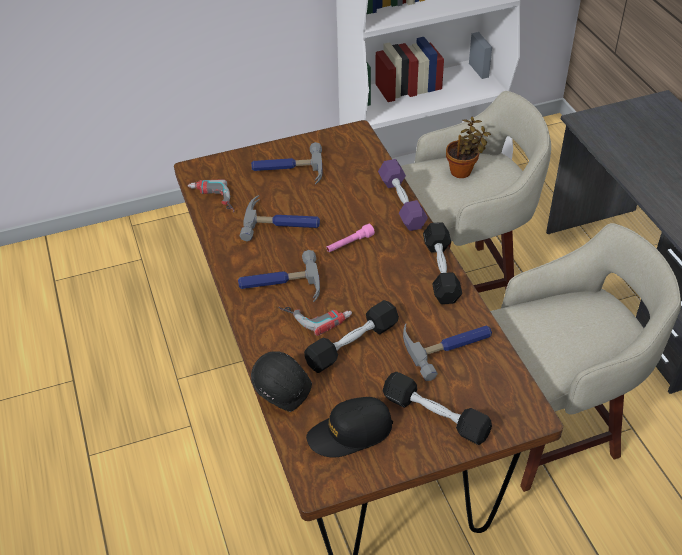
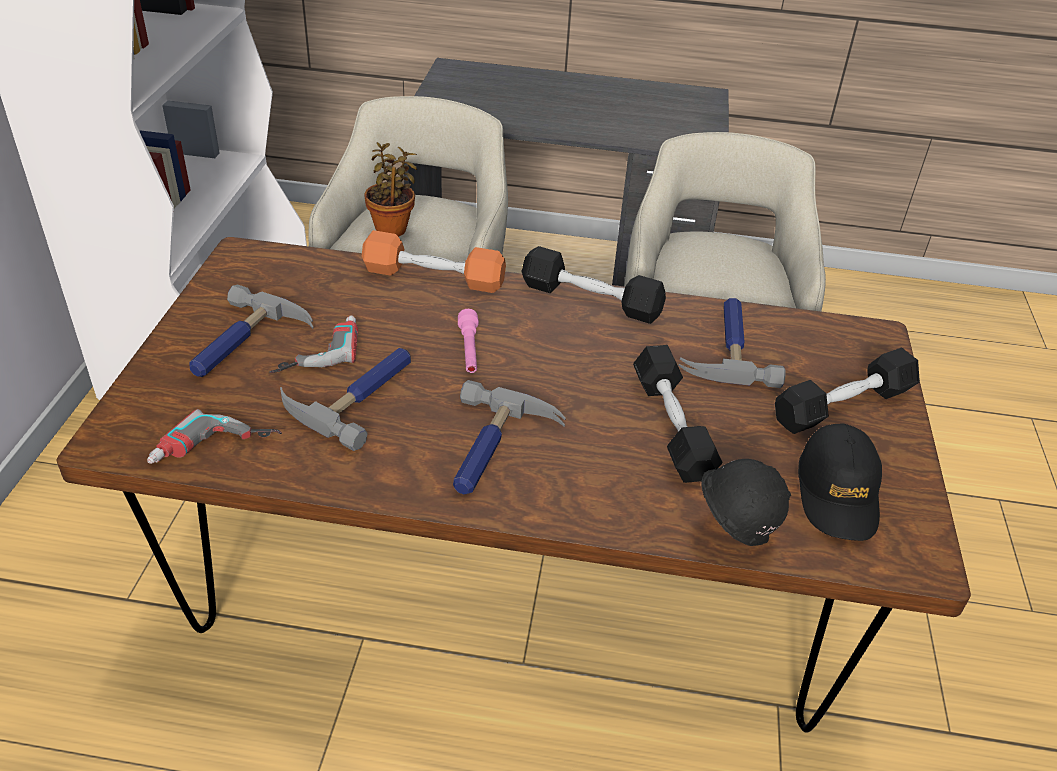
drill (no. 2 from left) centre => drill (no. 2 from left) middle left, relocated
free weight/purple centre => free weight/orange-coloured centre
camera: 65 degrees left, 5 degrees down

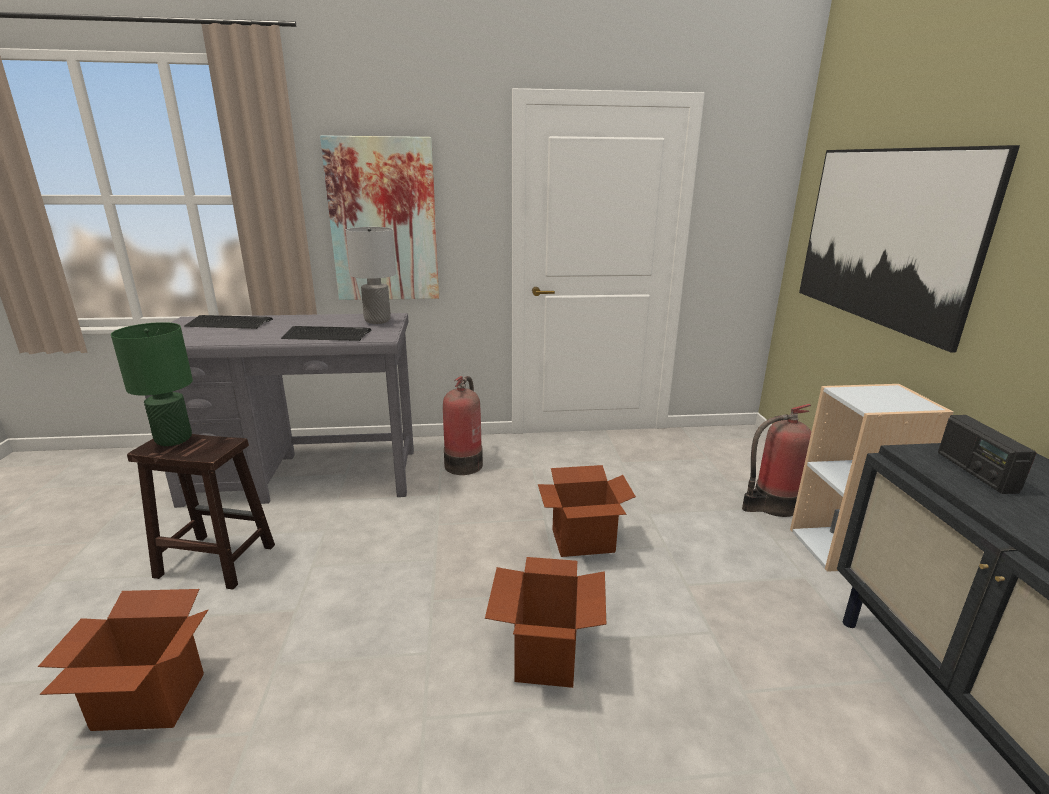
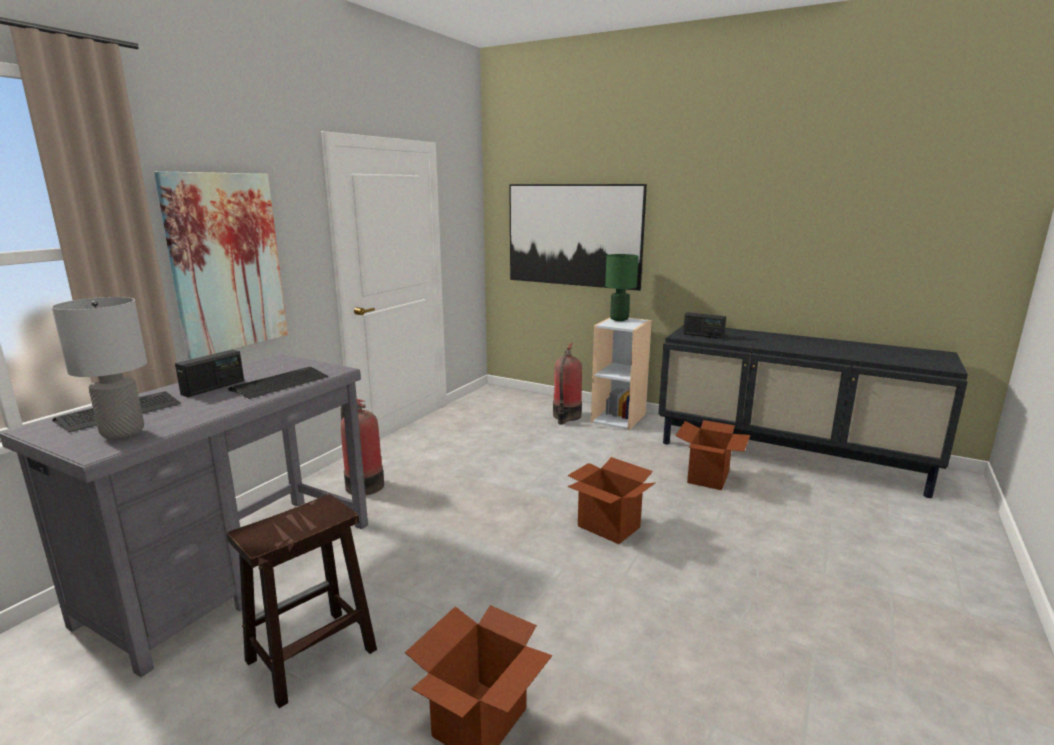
table lamp/greenish middle left => table lamp/greenish centre, relocated
table lamp/greyish centre => table lamp/greyish middle left, relocated
cardboard box (no. 3 from left) centre => cardboard box (no. 3 from left) middle right, relocated
nothing => radio set (no. 1 from left) middle left
camera: 55 degrees left, 5 degrees down

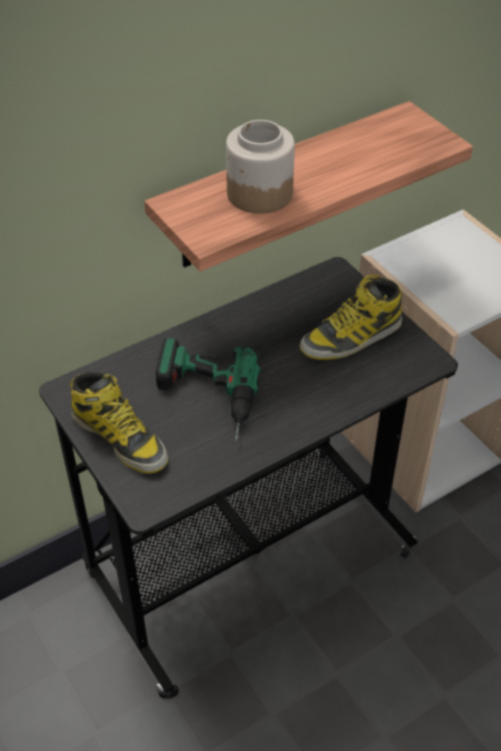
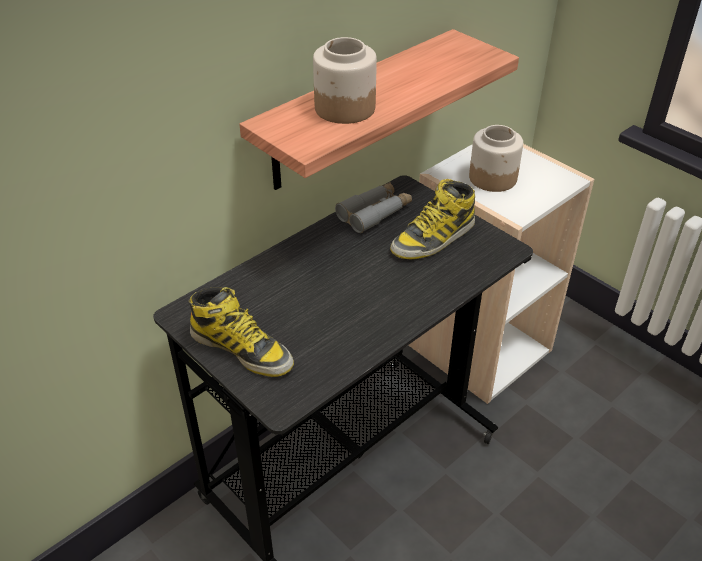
drill centre => nothing
nothing => binoculars/greyish centre
nothing => jar (no. 2 from left) top right
camera: 10 degrees left, 5 degrees down

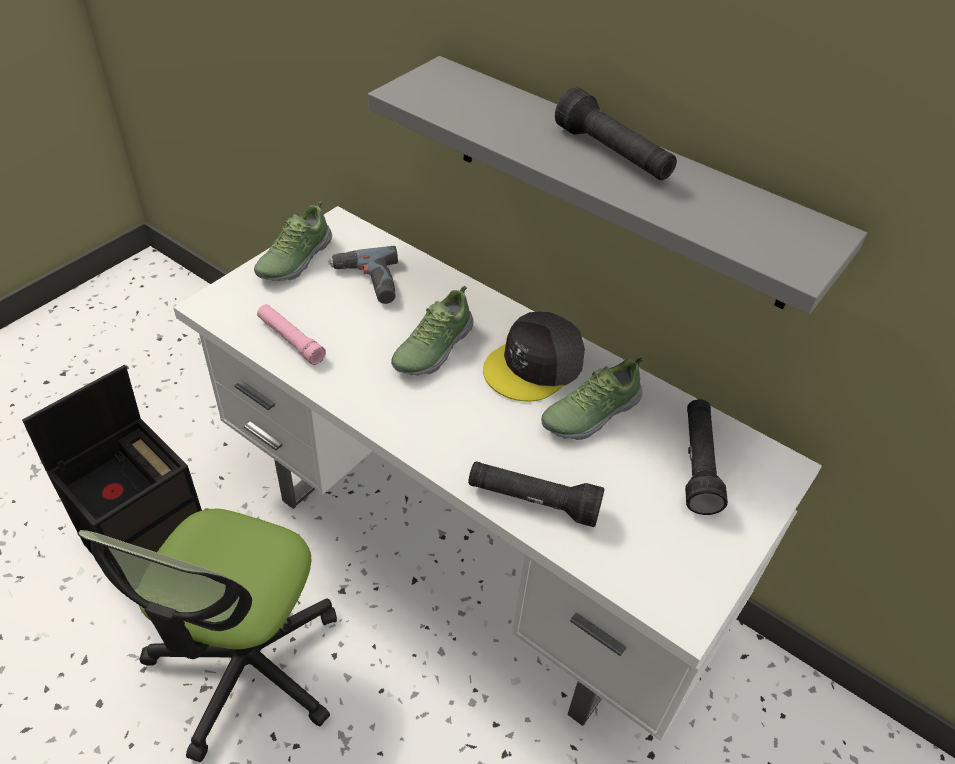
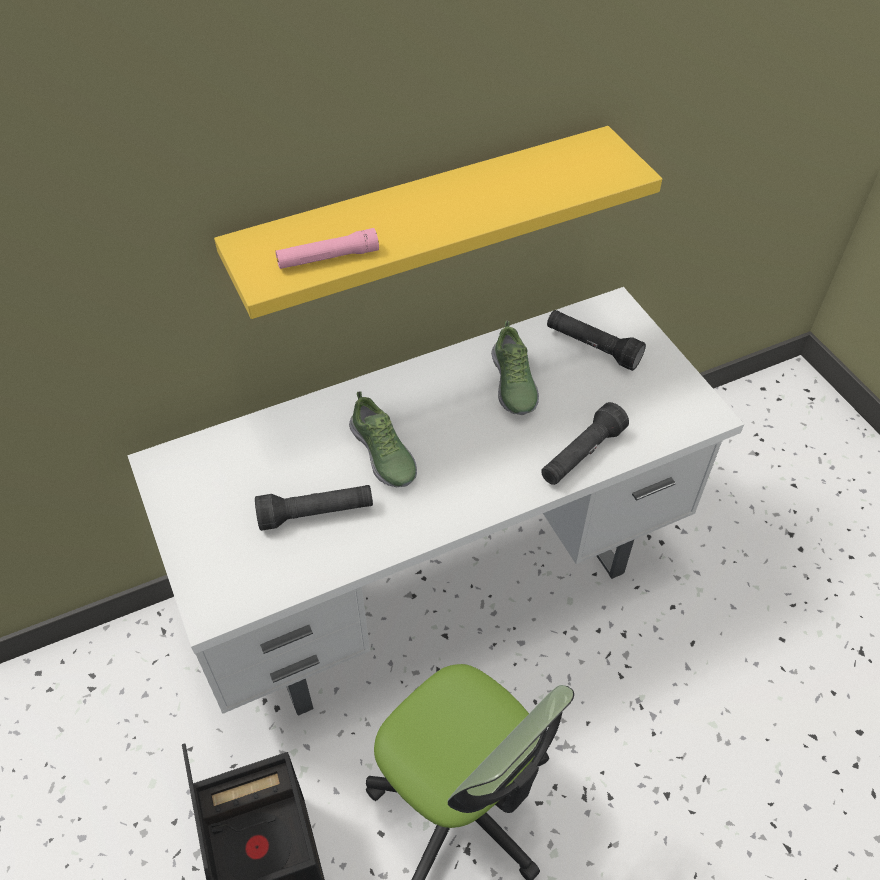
shoe (no. 1 from left) top left => nothing
flashlight/pinkish middle left => flashlight/pinkish top centre, relocated
drill centre => nothing
shelf/greyish top centre => shelf/yellowish top centre
baseball cap/greyish centre => nothing
flashlight/black (no. 2 from left in the first image) top centre => flashlight/black (no. 1 from left) centre, relocated
camera: 60 degrees left, 5 degrees up

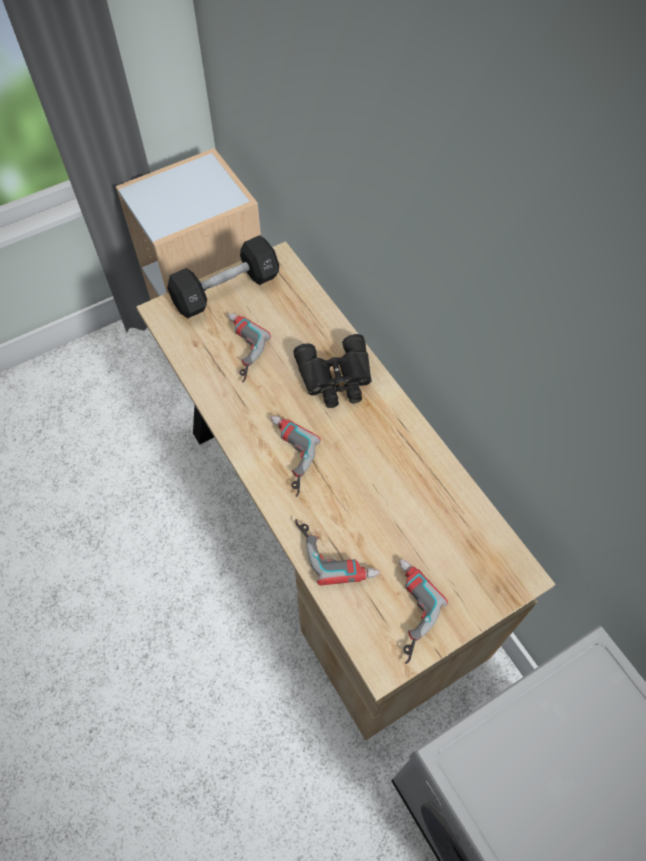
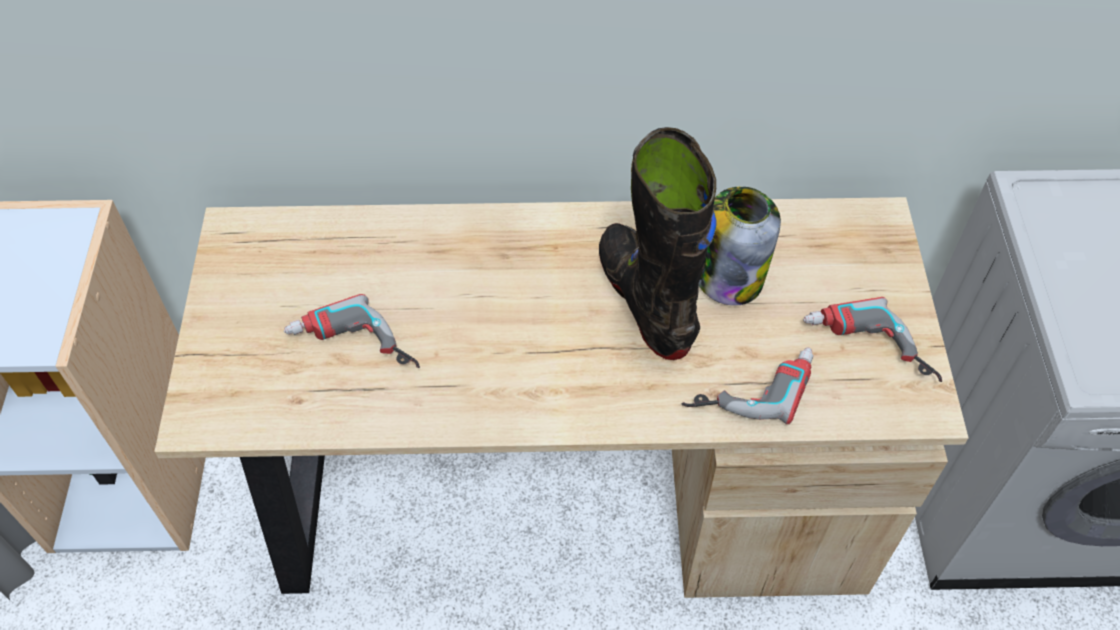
free weight/black top centre => nothing
drill (no. 2 from left) centre => nothing
binoculars/black centre => nothing
nothing => high-top boot/black centre
nothing => jar centre
camera: 60 degrees left, 5 degrees down

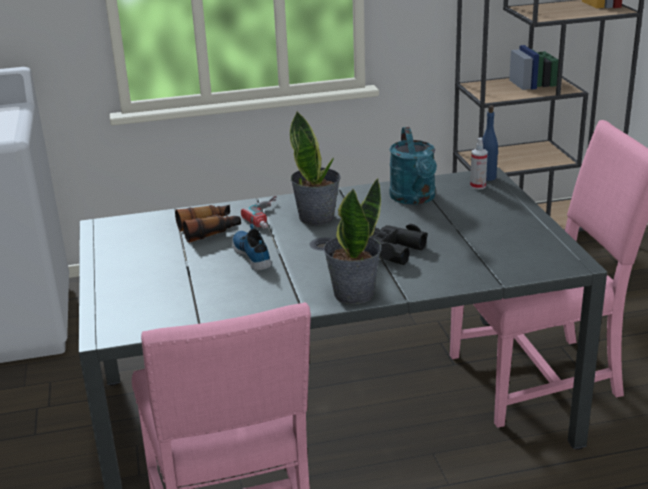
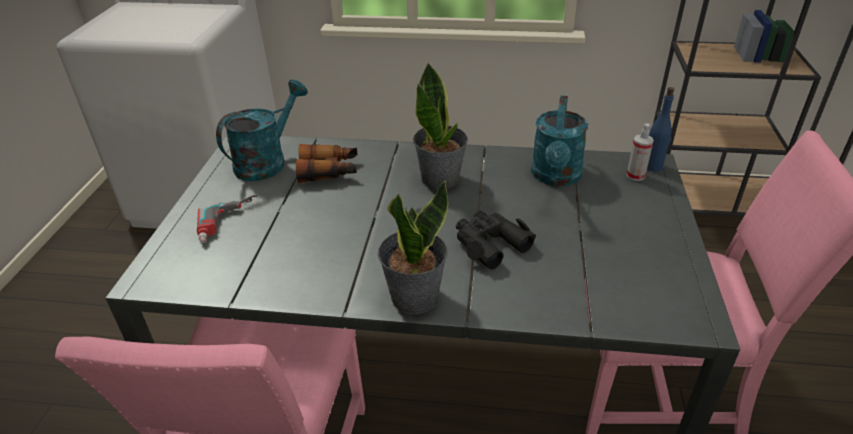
shoe centre => nothing
drill centre => drill middle left, relocated
nothing => watering can/turquoise (no. 1 from left) top left
camera: 20 degrees right, 10 degrees up

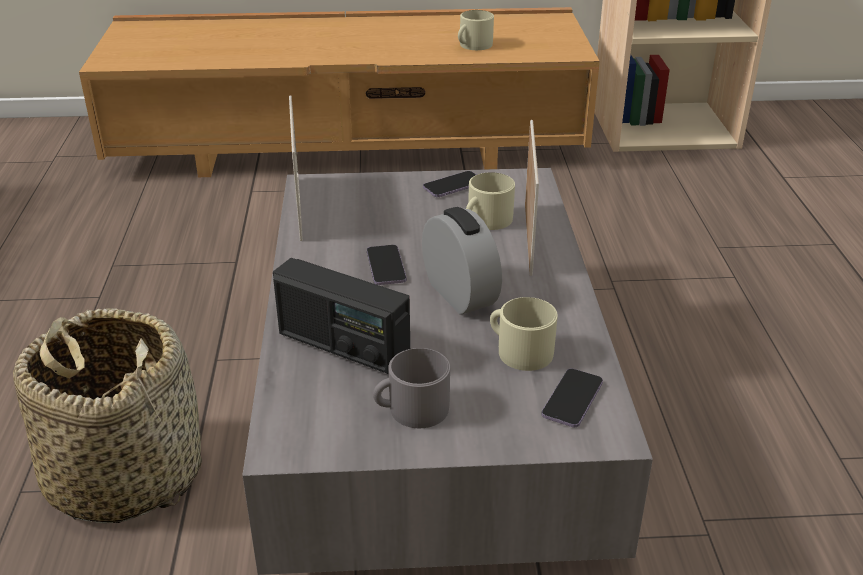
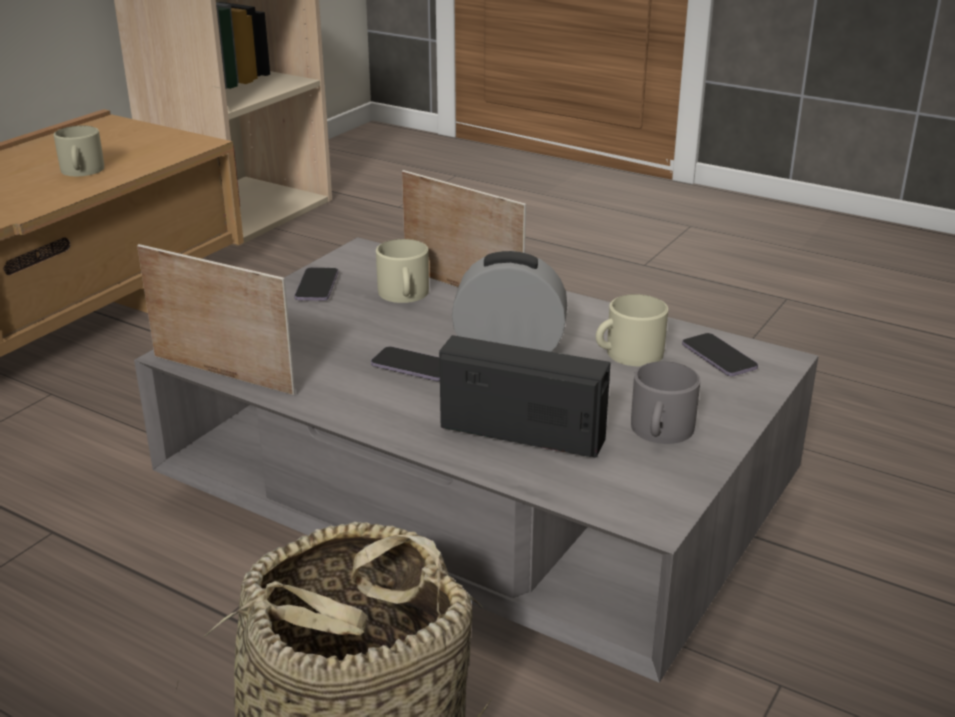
radio set centre, 135 degrees counterclockwise
camera: 55 degrees left, 5 degrees down

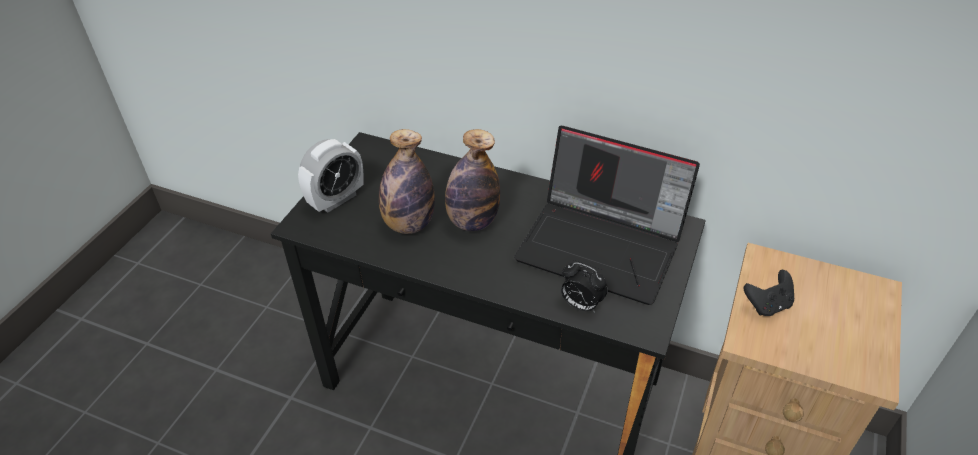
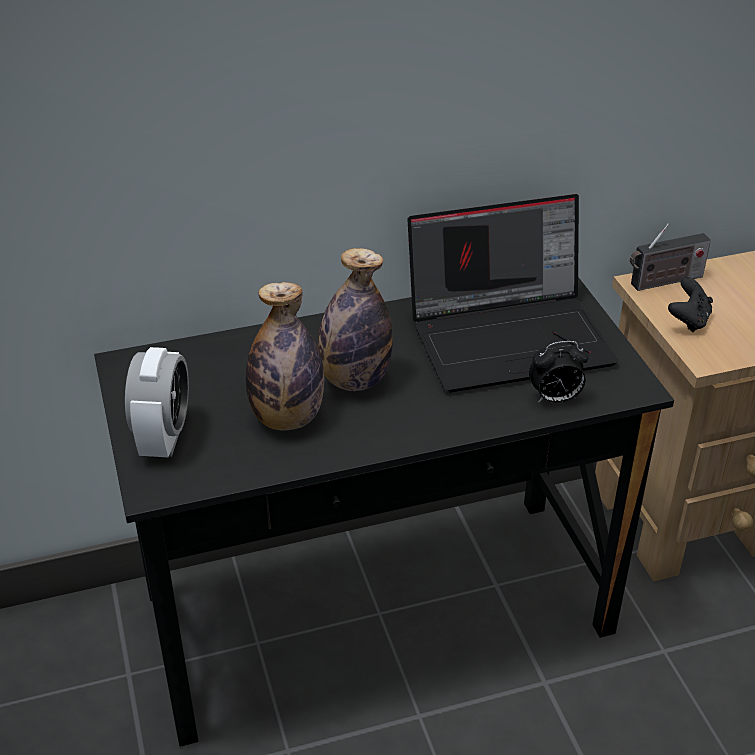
nothing => radio set middle right
camera: 40 degrees left, 5 degrees down

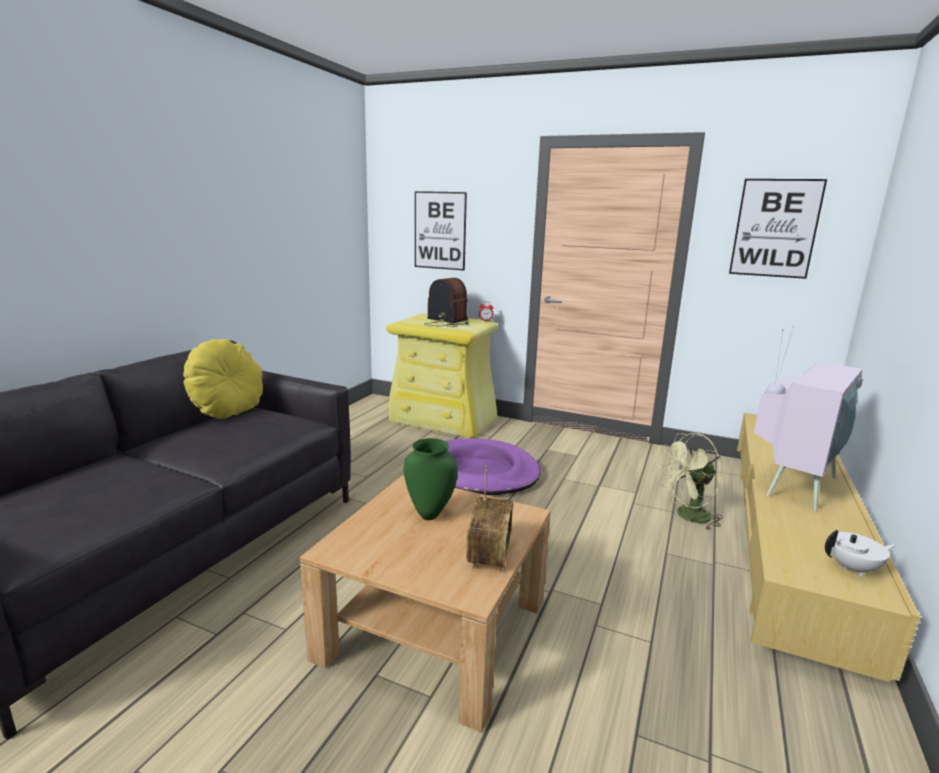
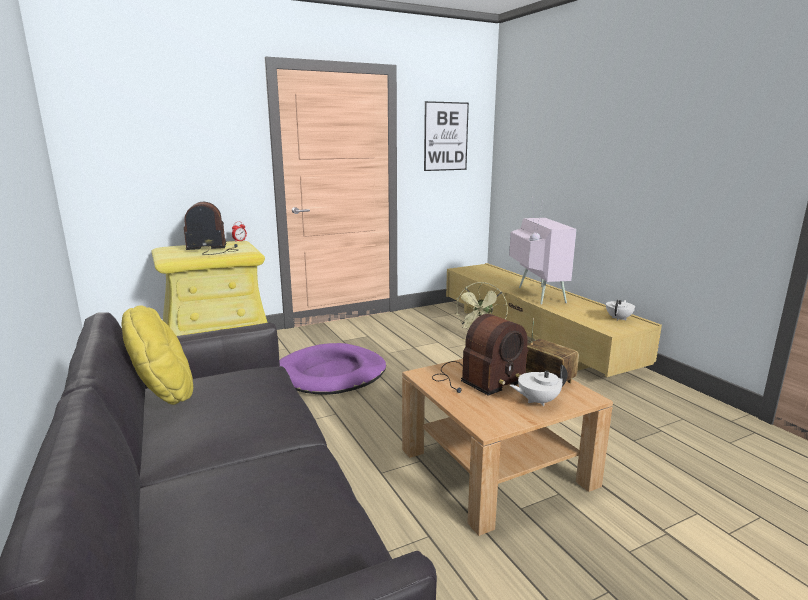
flower vase/greenish centre => radio set (no. 2 from left) centre
wall art (no. 1 from left) top centre => nothing
nothing => teapot/white (no. 1 from left) centre
camera: 50 degrees left, 0 degrees up

